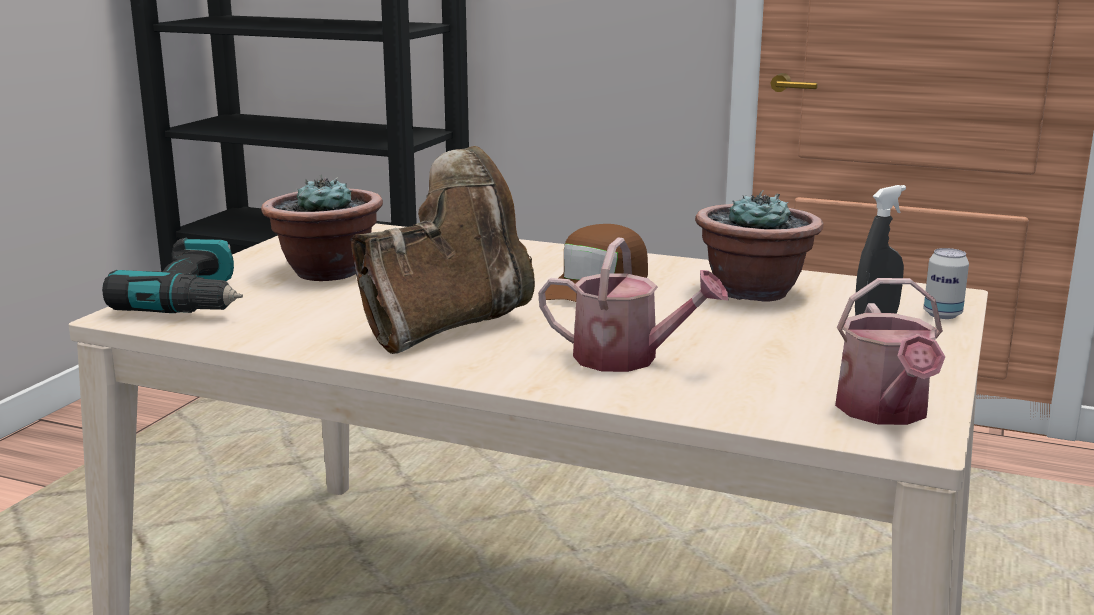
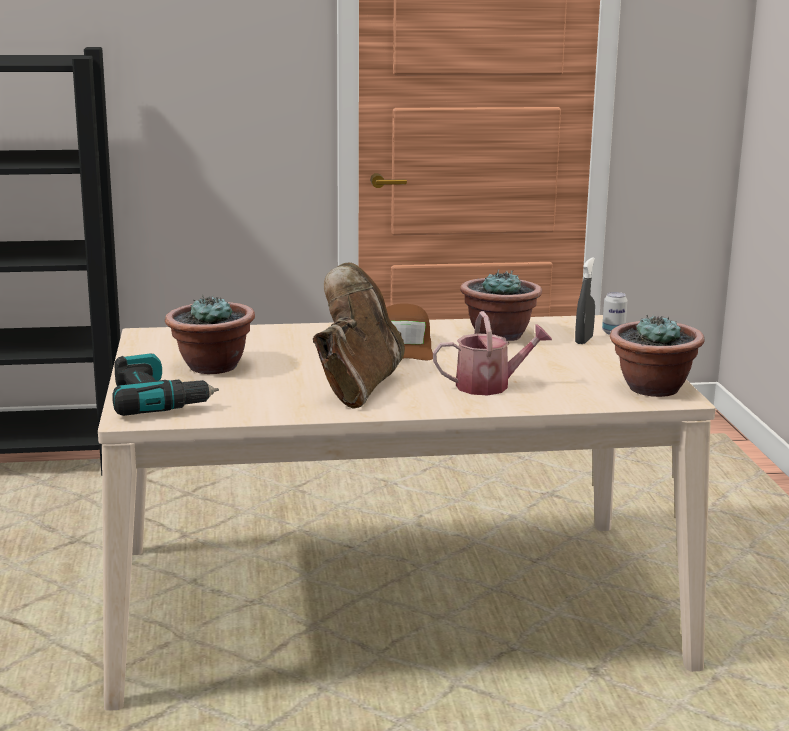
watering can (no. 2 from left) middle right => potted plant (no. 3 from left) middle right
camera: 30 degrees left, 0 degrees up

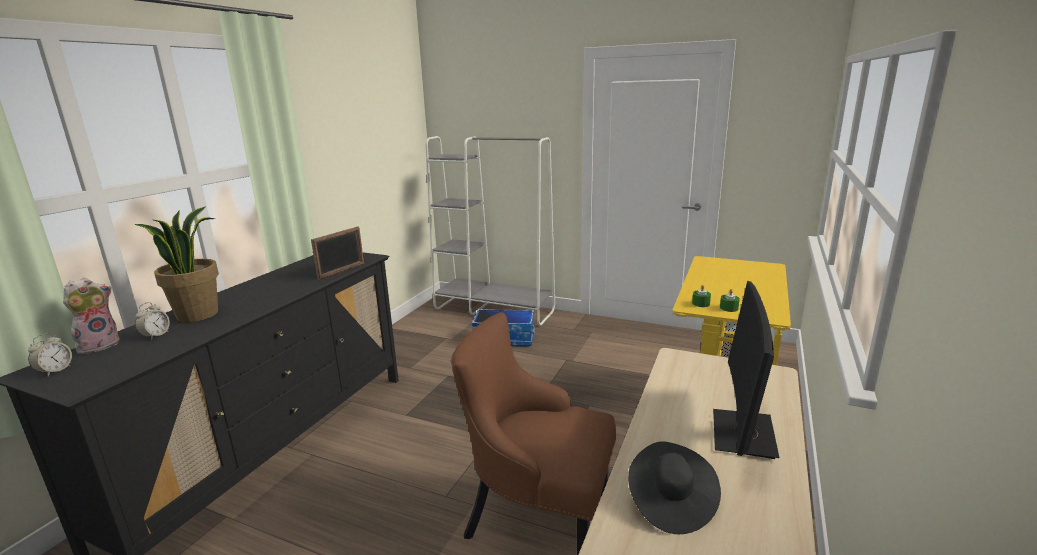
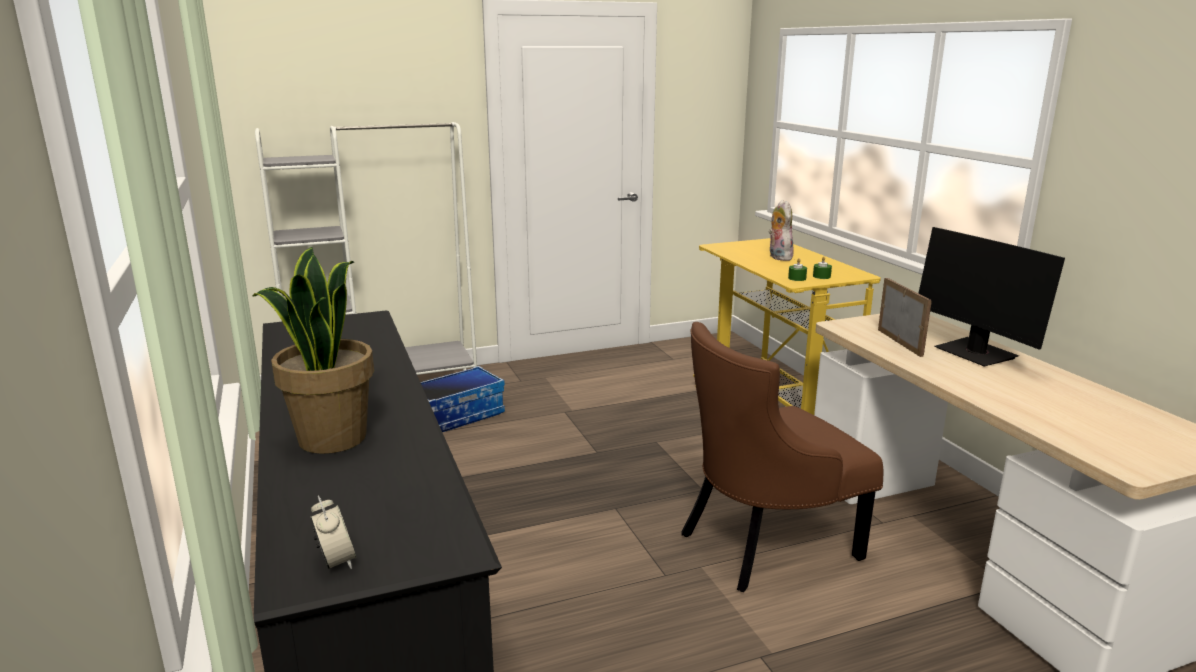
soft toy middle left => soft toy centre, relocated
bedside clock (no. 2 from left) middle left => nothing
standing frame middle left => standing frame middle right, relocated
hat/black bottom centre => nothing
camera: 45 degrees left, 0 degrees up

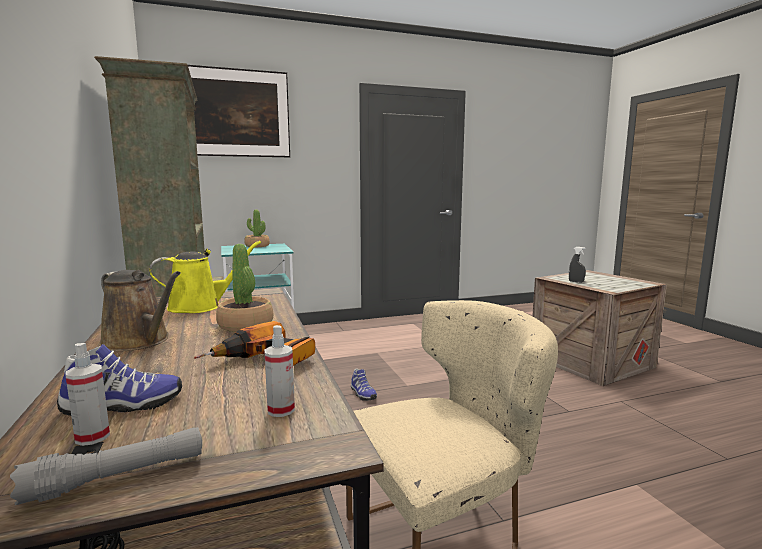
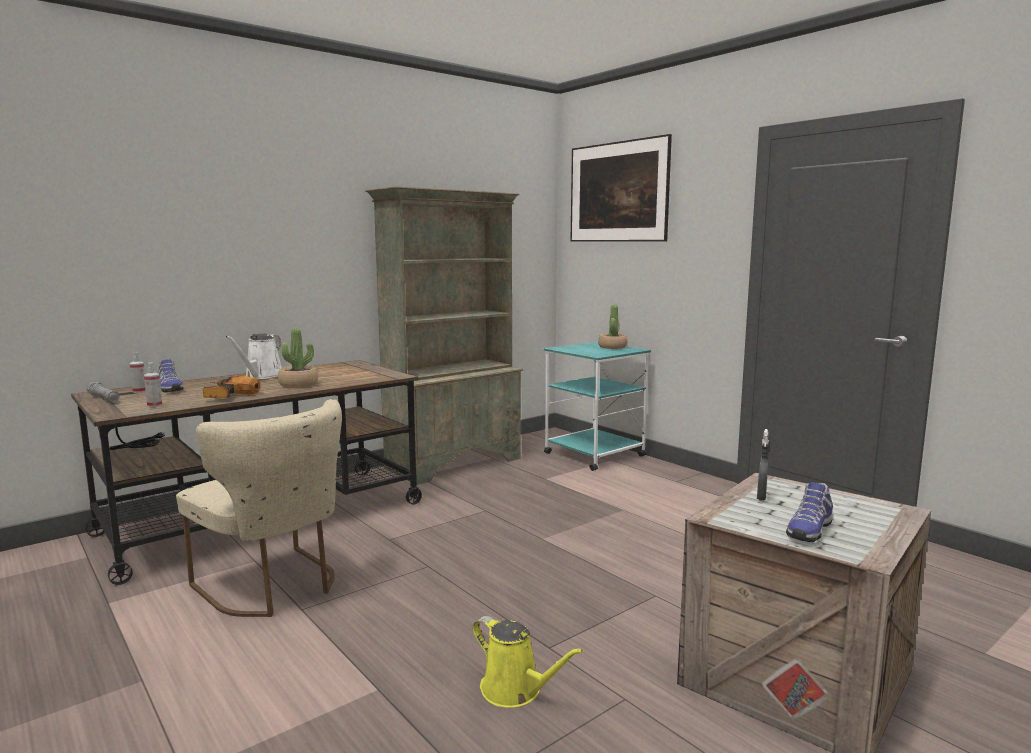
watering can/brown-coloured middle left => watering can/white middle left
watering can/yellowish middle left => watering can/yellowish bottom centre, relocated
shoe (no. 2 from left) bottom centre => shoe (no. 2 from left) bottom right, relocated
camera: 70 degrees right, 0 degrees up

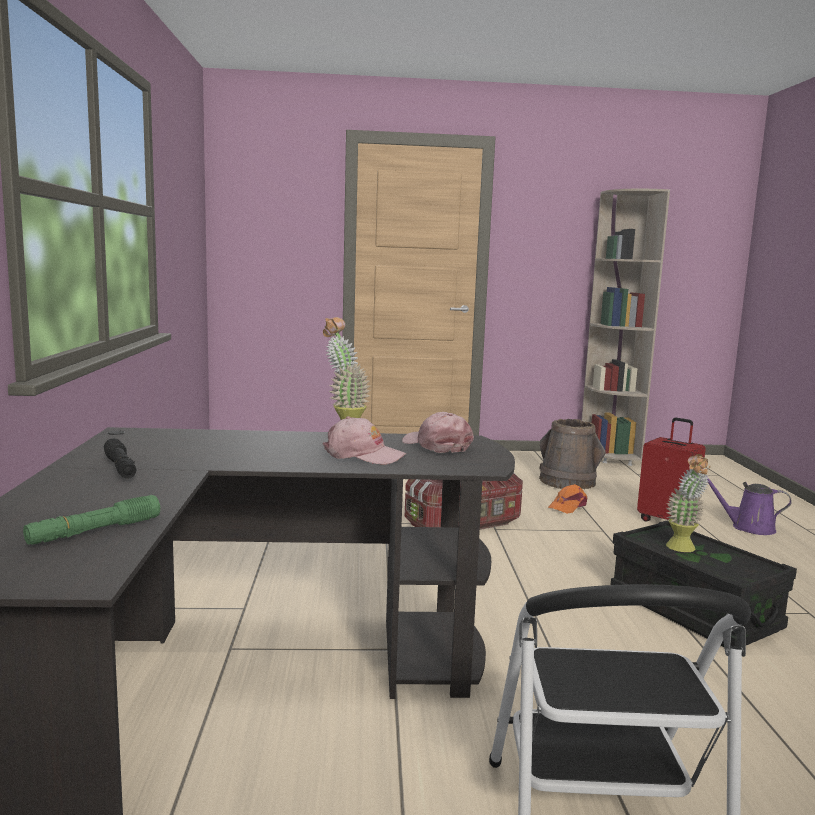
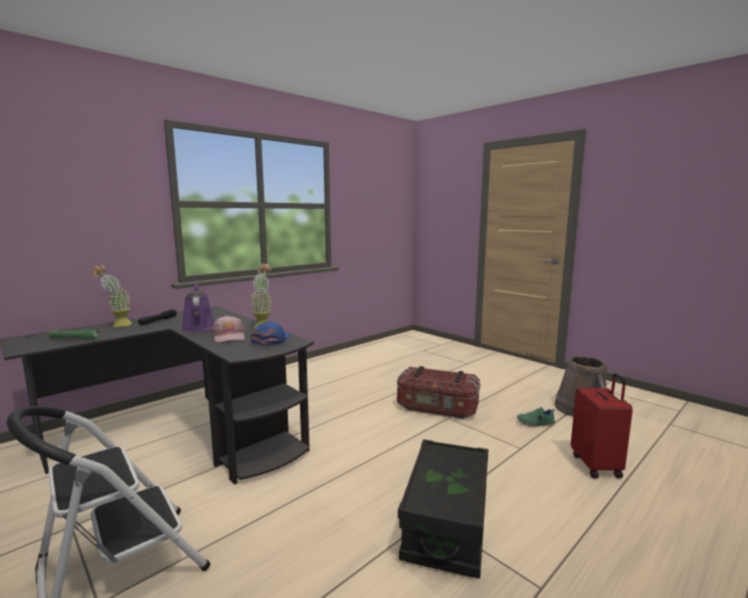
baseball cap/pinkish (no. 2 from left) centre => baseball cap/bluish centre
baseball cap/orange-coloured middle right => shoe/greenish bottom right
bookcase/beige middle right => nothing
potted plant (no. 2 from left in the first image) middle right => potted plant (no. 1 from left) middle left, relocated
watering can/purple middle right => watering can/purple middle left, relocated
camera: 50 degrees right, 0 degrees up

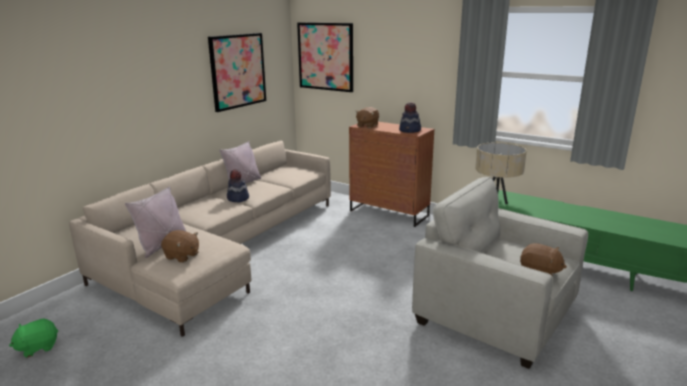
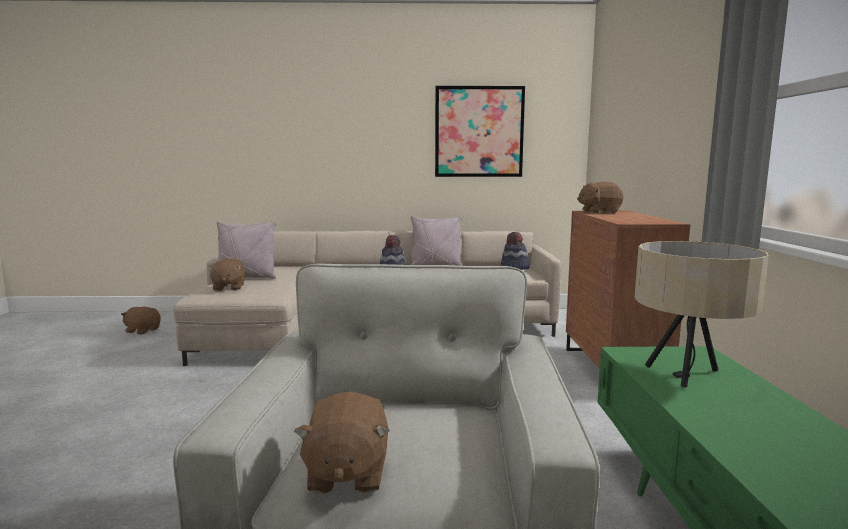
soft toy/greenish bottom left => soft toy/brown-coloured (no. 1 from left) middle left
wall art (no. 2 from left) top centre => nothing
hat (no. 2 from left) top centre => hat (no. 2 from left) centre, relocated
camera: 55 degrees right, 10 degrees down

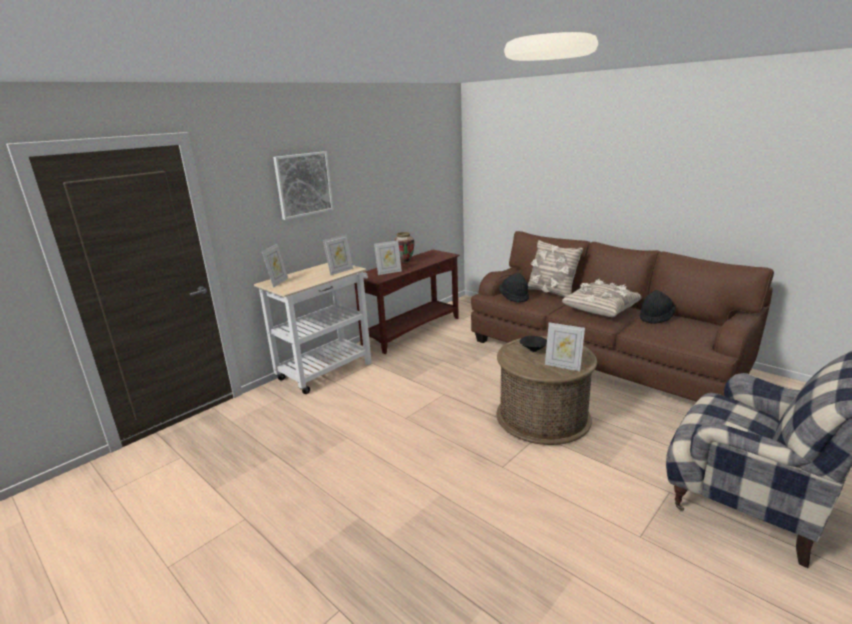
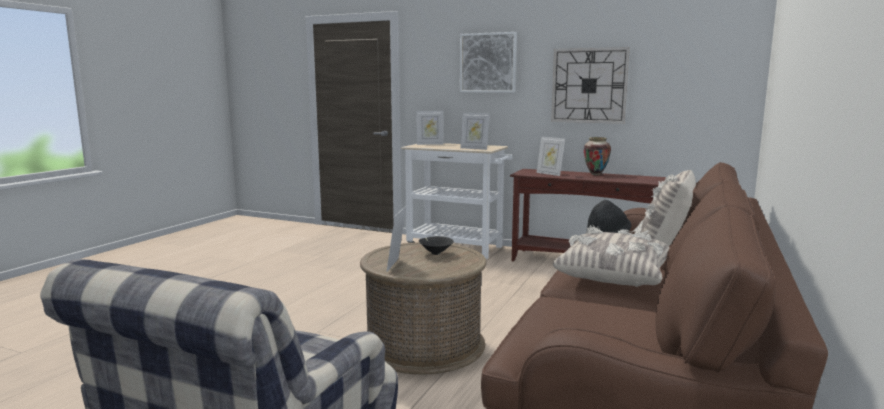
hat/black (no. 2 from left) middle right => nothing
nothing => clock on the wall top right
camera: 70 degrees right, 10 degrees down

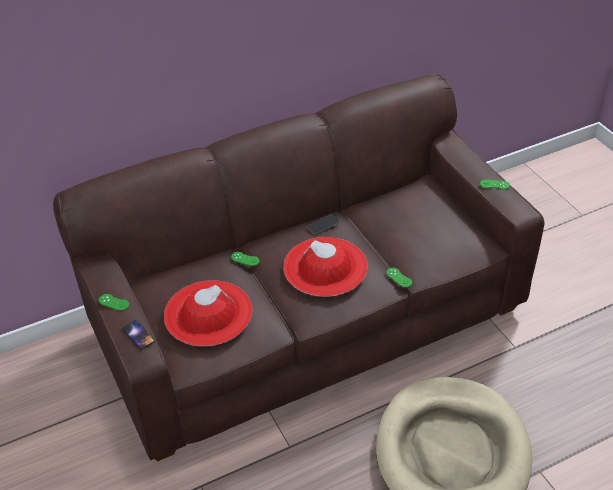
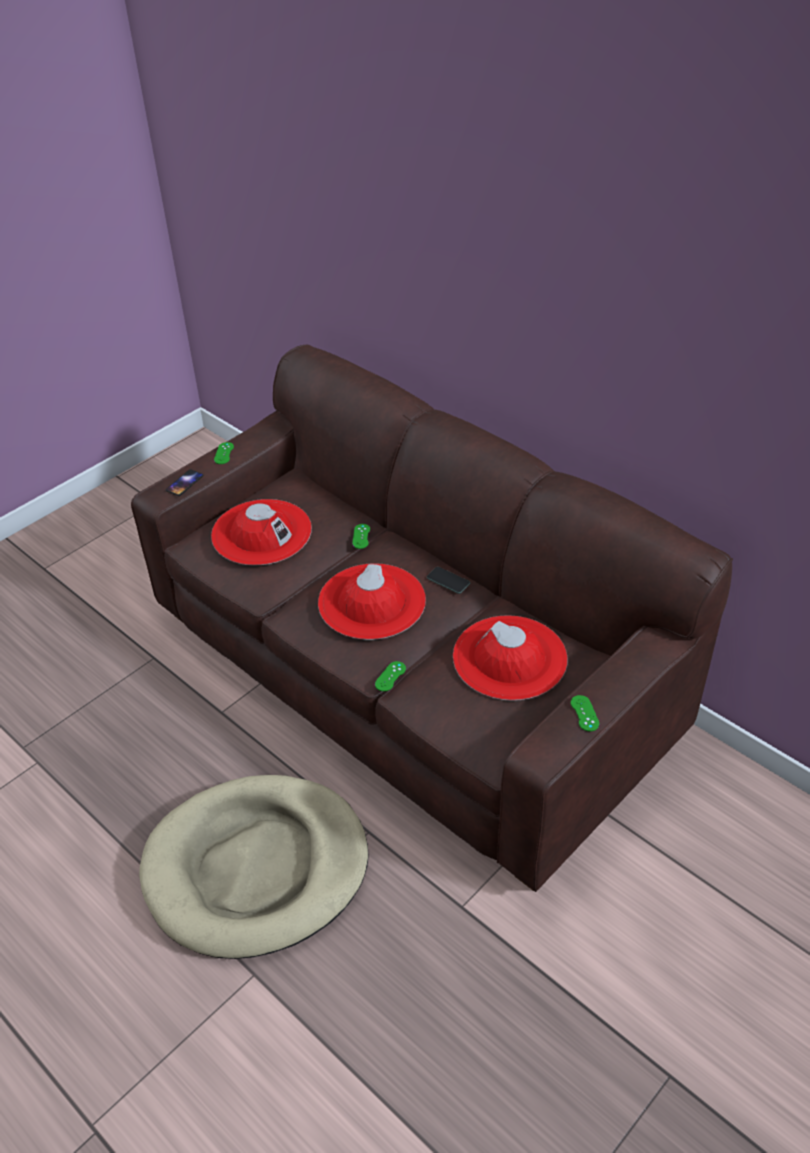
nothing => hat/reddish (no. 3 from left) centre
camera: 70 degrees right, 0 degrees up

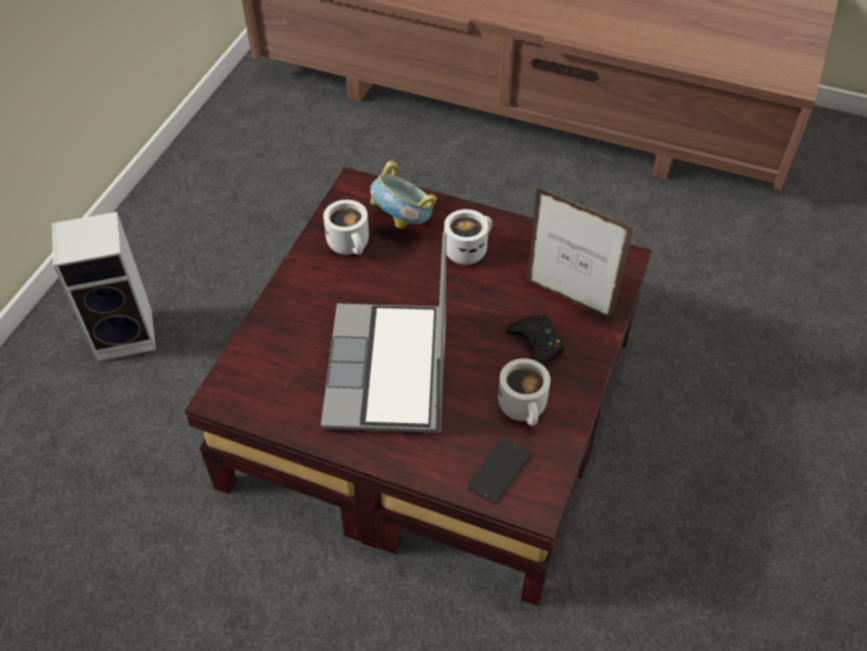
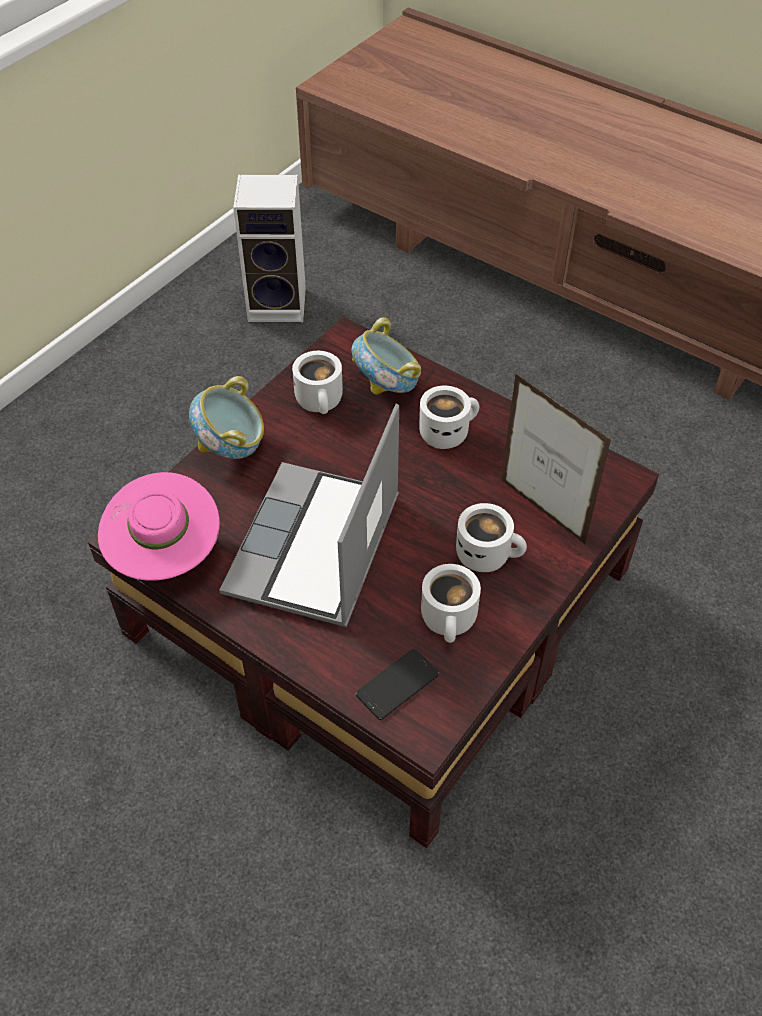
speaker middle left => speaker top centre, relocated
gamepad/black centre => coffee mug/white (no. 4 from left) centre
nothing => hat/pinkish middle left
nothing => bowl (no. 1 from left) middle left
camera: 15 degrees right, 0 degrees up

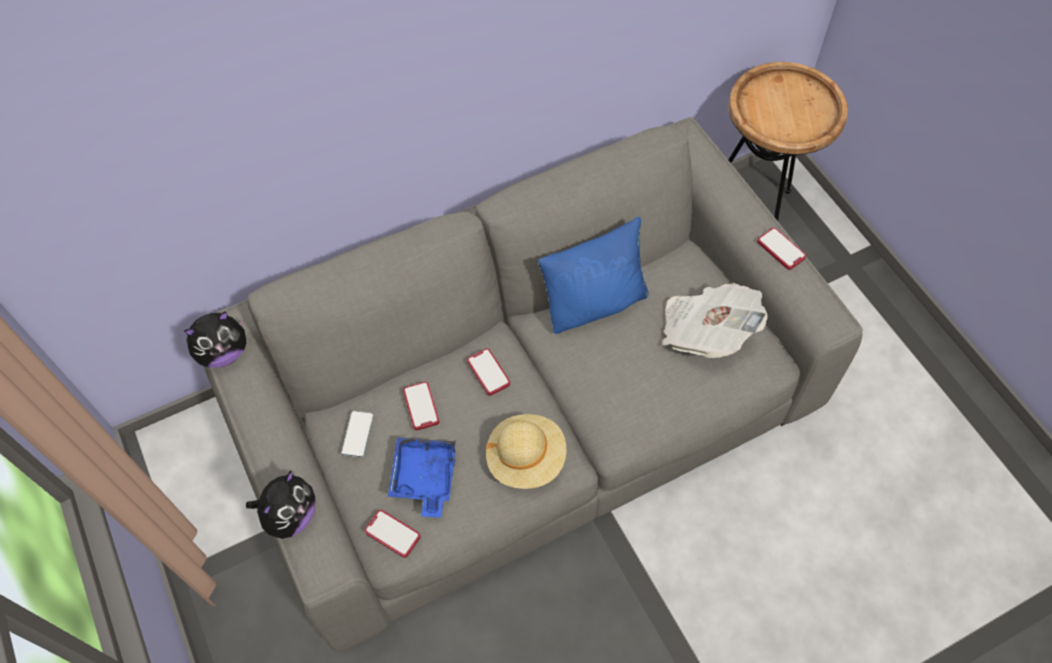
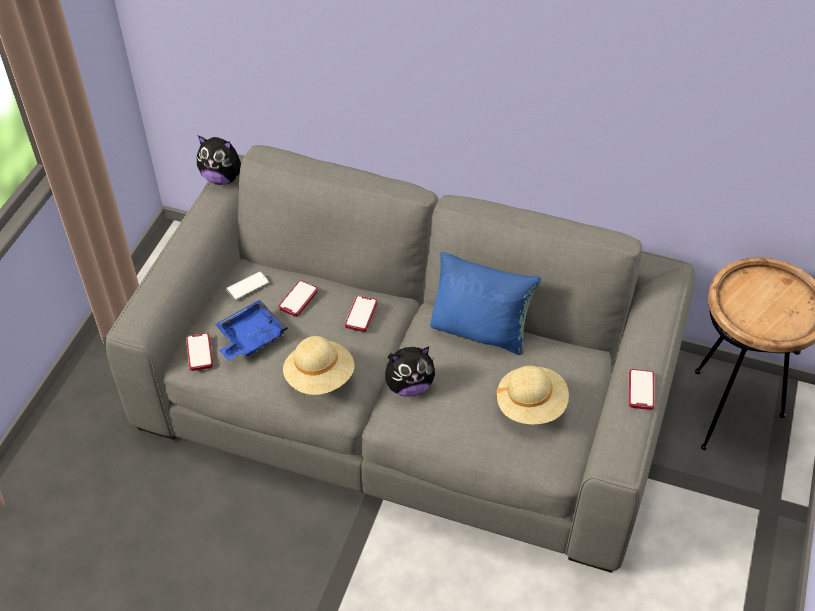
soft toy (no. 2 from left) bottom left => soft toy (no. 2 from left) centre, relocated
newspaper middle right => hat/beige (no. 2 from left) centre
camera: 45 degrees right, 10 degrees down

